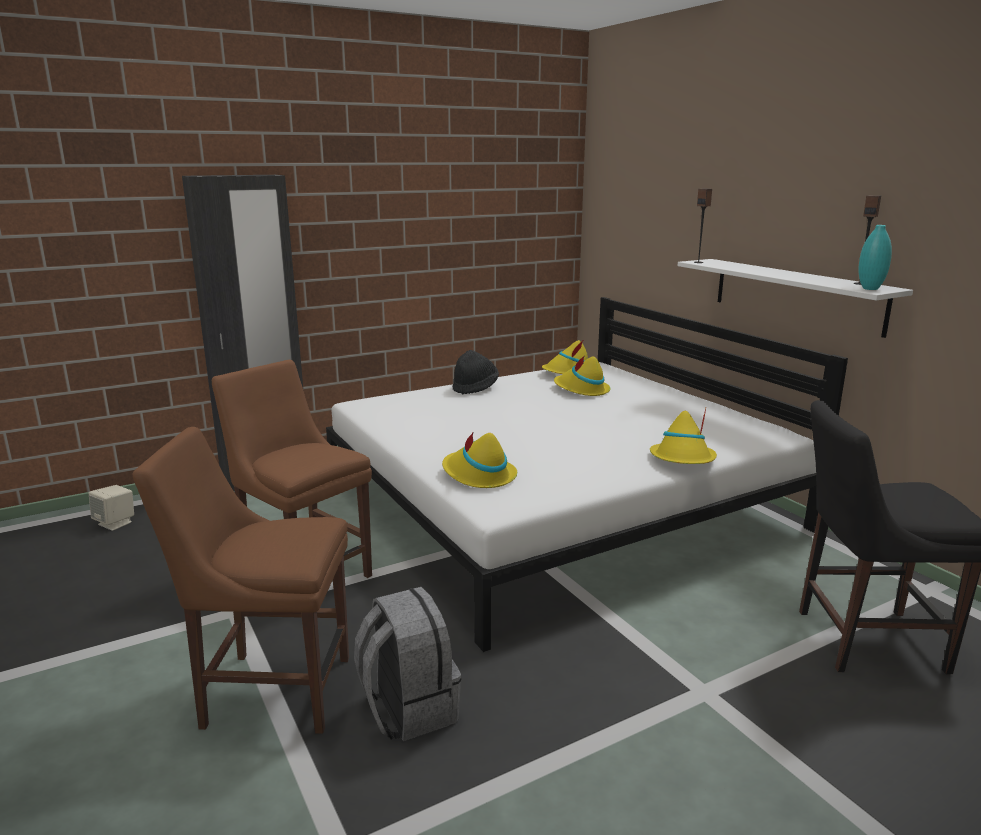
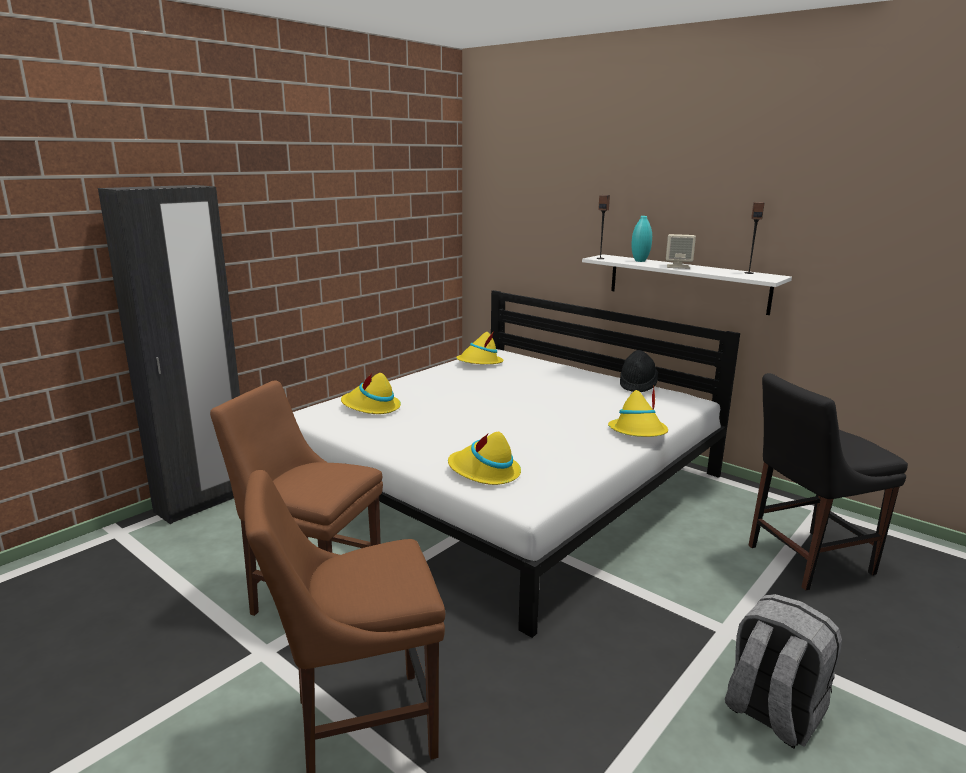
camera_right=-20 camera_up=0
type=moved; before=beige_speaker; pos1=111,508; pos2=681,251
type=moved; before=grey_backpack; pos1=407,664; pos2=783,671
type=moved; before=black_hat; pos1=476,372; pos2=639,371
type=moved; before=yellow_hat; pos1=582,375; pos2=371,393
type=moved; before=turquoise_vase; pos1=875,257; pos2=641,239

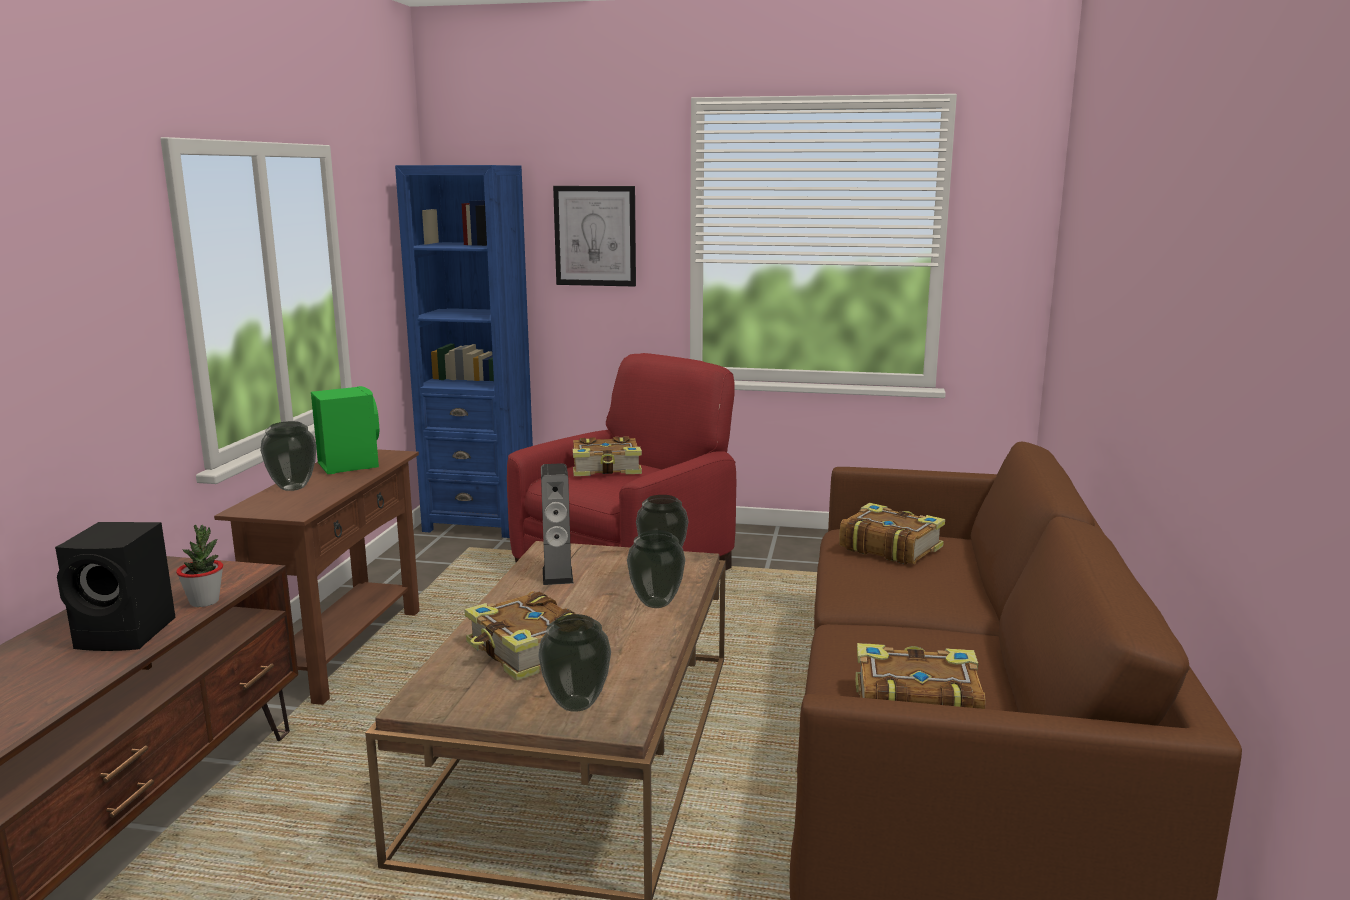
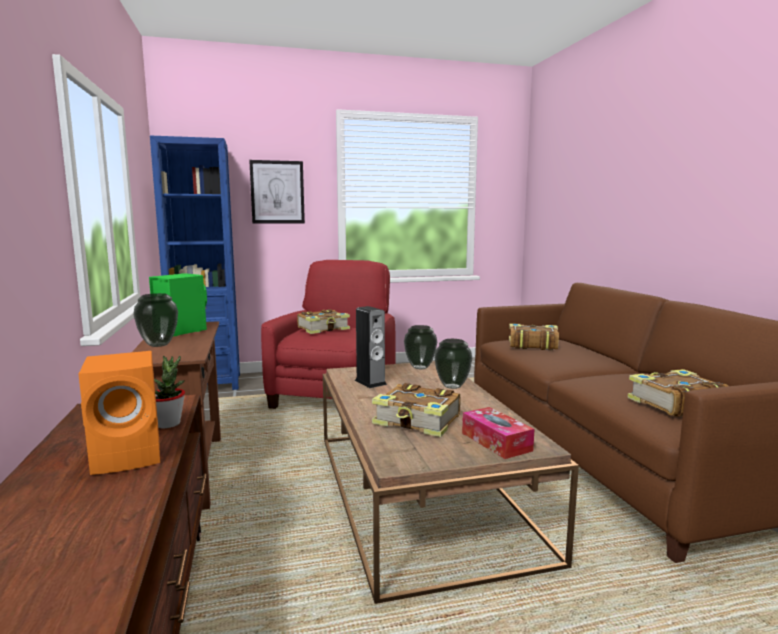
camera_right=-25 camera_up=-5
type=replaced; before=vase; after=tissue_box; pos1=574,663; pos2=498,433
type=recoloured; before=black_speaker; after=orange_speaker; pos1=115,586; pos2=119,413

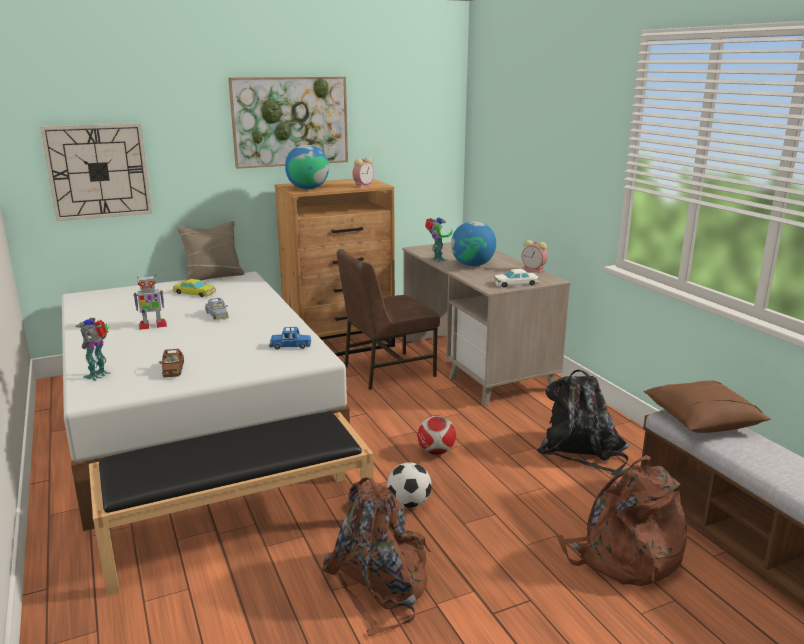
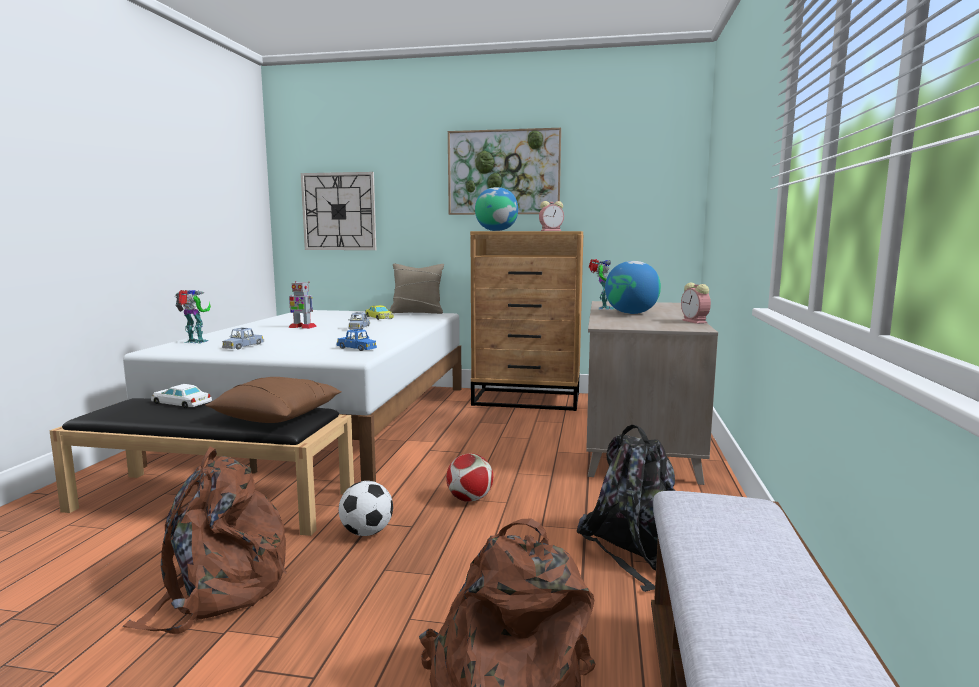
camera_right=35 camera_up=-10
type=removed; before=brown_chair; pos1=388,319
type=moved; before=white_toy_car; pos1=516,278; pos2=181,396
type=moved; before=brown_pillow; pos1=707,406; pos2=273,400
type=recoloured; before=brown_toy_car; after=blue_toy_car; pos1=171,363; pos2=243,339
type=turned; before=toy_robot; pos1=92,349; pos2=193,316; turn=45

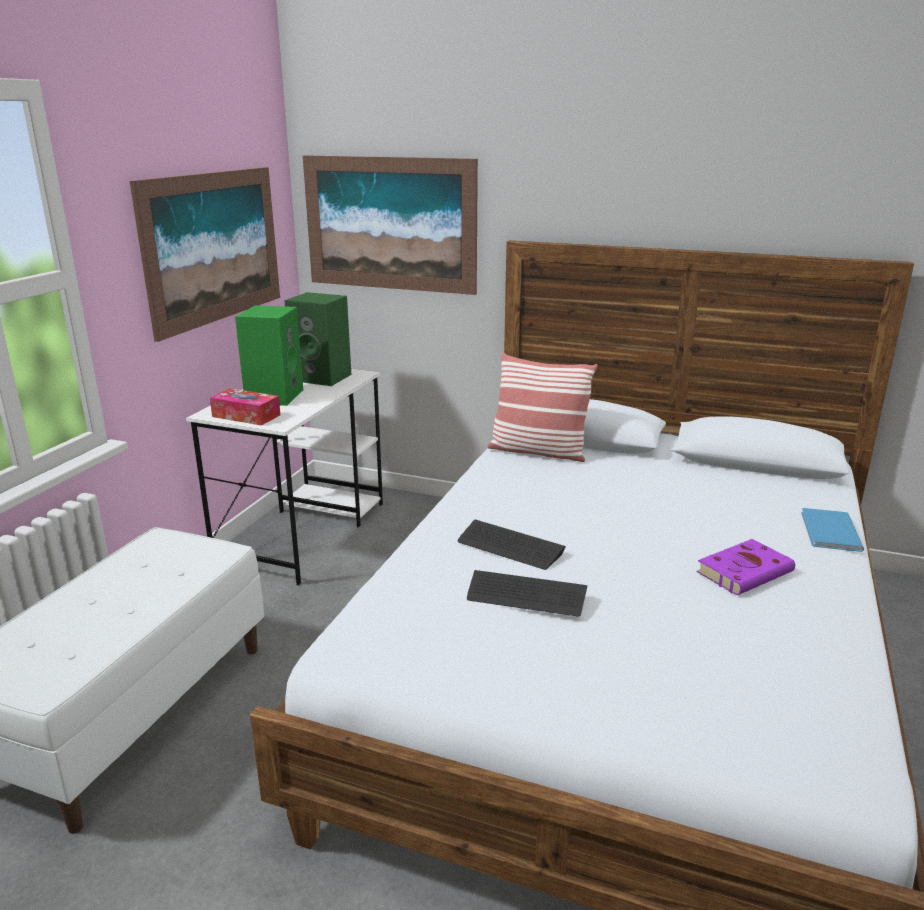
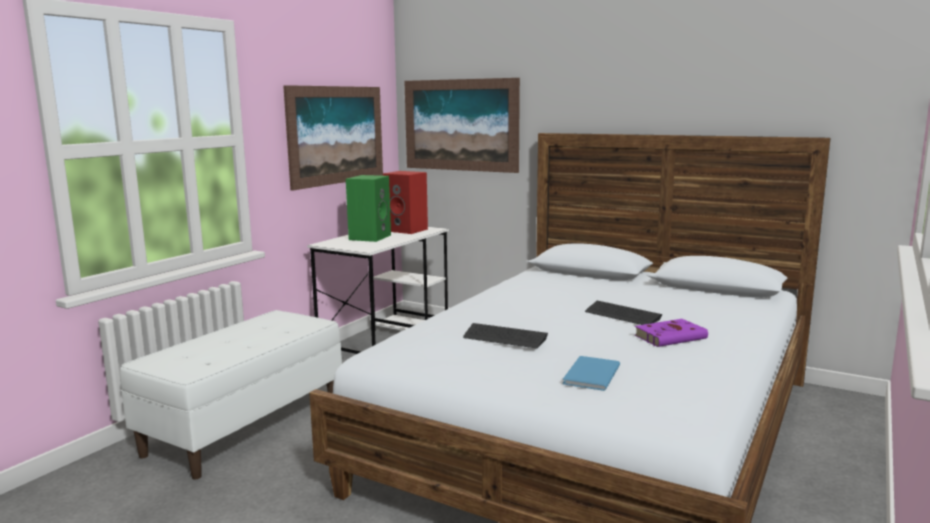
camera_right=10 camera_up=-10
type=removed; before=tissue_box; pos1=245,407
type=removed; before=pillow; pos1=542,407
type=moved; before=keyboard; pos1=511,545; pos2=623,312
type=moved; before=blue_book; pos1=832,530; pos2=591,373
type=recoloured; before=green_speaker; after=red_speaker; pos1=317,339; pos2=405,202

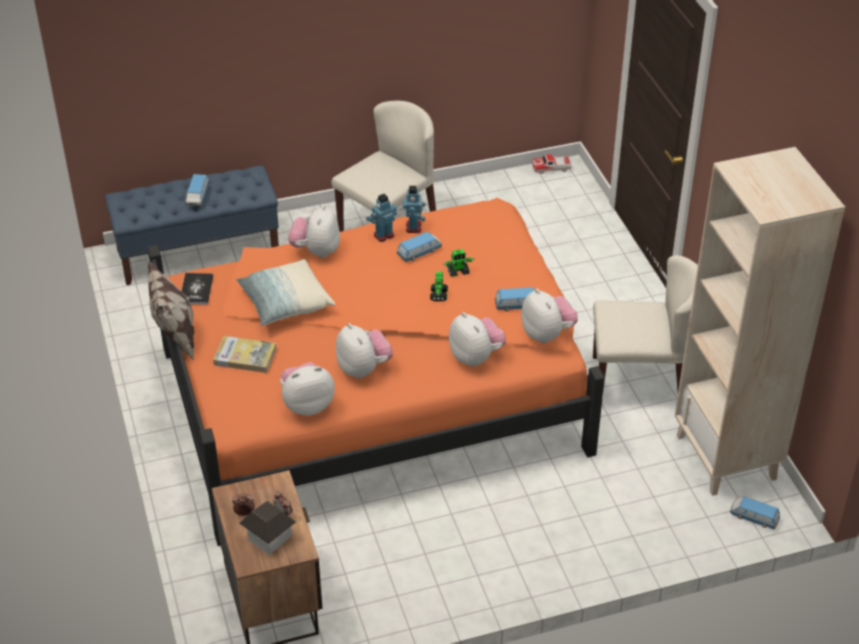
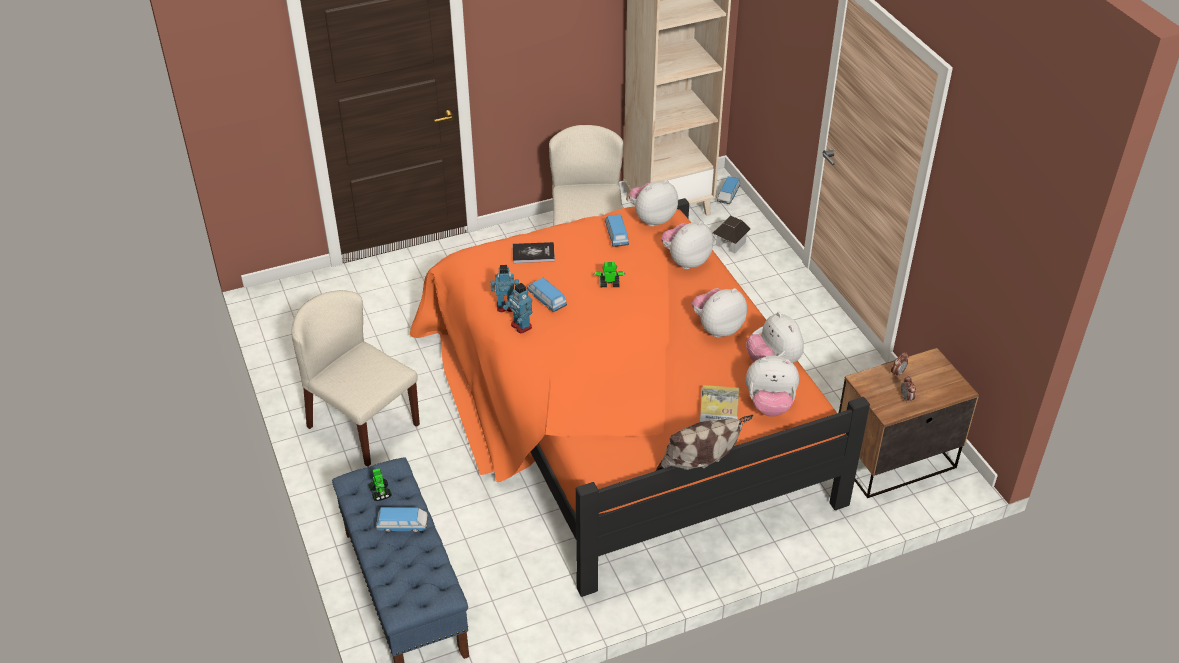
camera_right=-95 camera_up=0
type=removed; before=pillow; pos1=286,292
type=removed; before=toy_car; pos1=551,164
type=moved; before=book; pos1=197,289; pos2=533,252
type=moved; before=toy_house; pos1=267,528; pos2=731,234
type=moved; before=plush_toy; pos1=314,231; pos2=772,386
type=moved; before=toy_robot; pos1=458,263; pos2=380,484

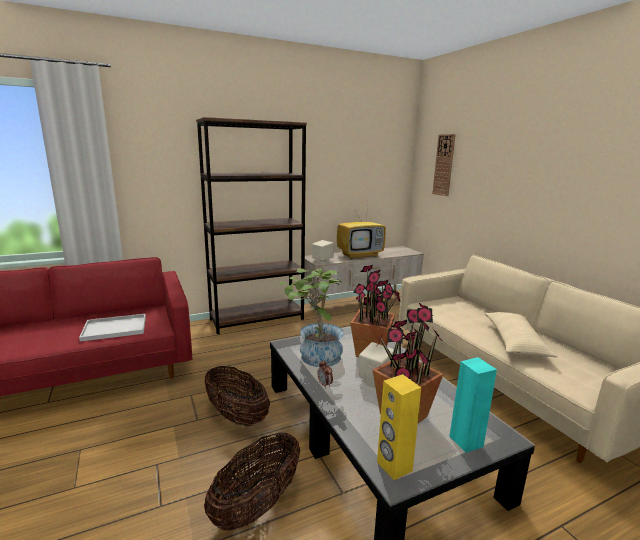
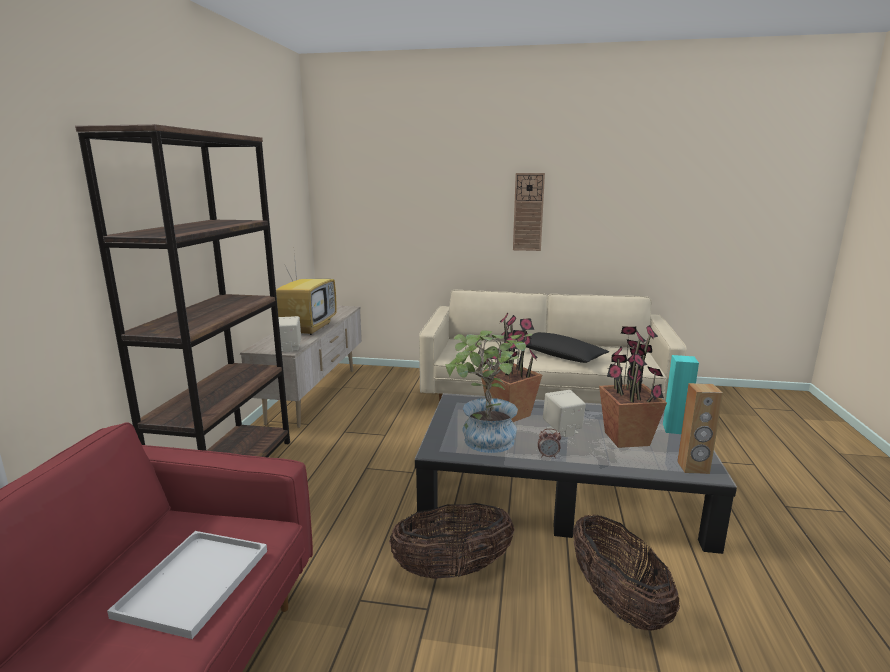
camera_right=-55 camera_up=0
type=moved; before=wall_clock; pos1=444,165; pos2=529,212
type=recoloured; before=yellow_speaker; after=brown_speaker; pos1=399,427; pos2=700,428
type=recoloured; before=beige_pillow; after=black_pillow; pos1=521,334; pos2=567,347

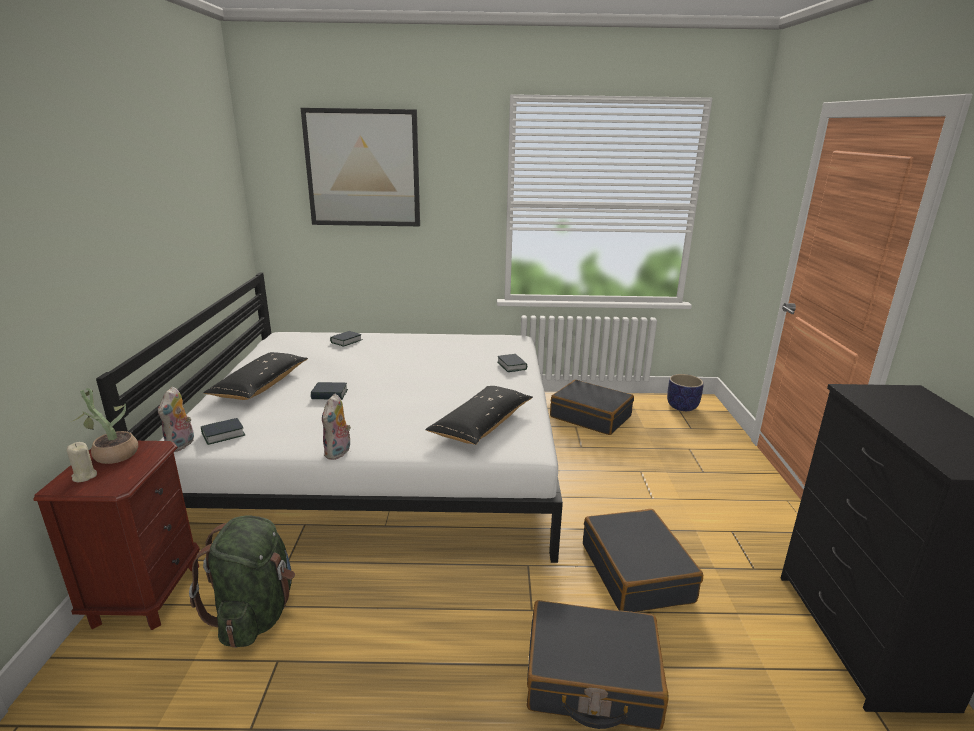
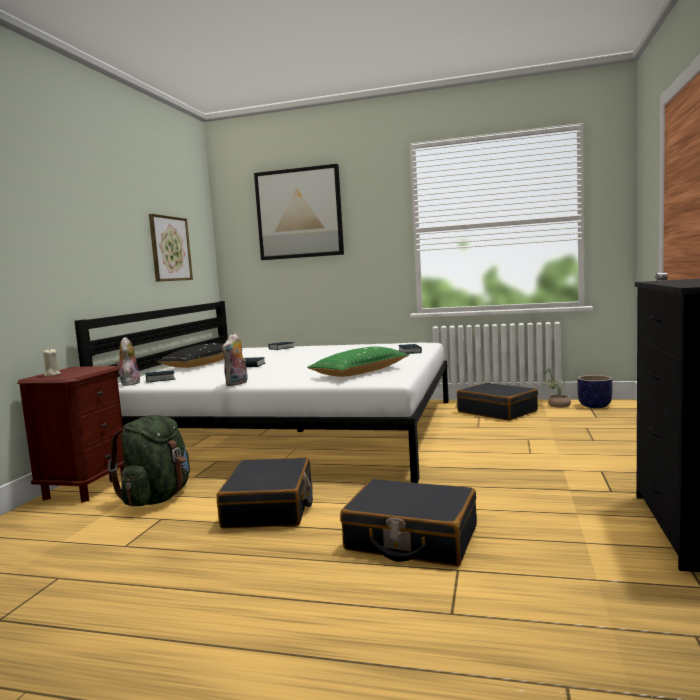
camera_right=15 camera_up=-15
type=added; after=picture; pos2=171,248
type=moved; before=potted_plant; pos1=104,426; pos2=556,388
type=moved; before=black_suitcase; pos1=643,560; pos2=265,492
type=recoloured; before=black_pillow; after=green_pillow; pos1=479,415; pos2=358,361
type=turned; before=plush_toy; pos1=176,419; pos2=127,361; turn=150

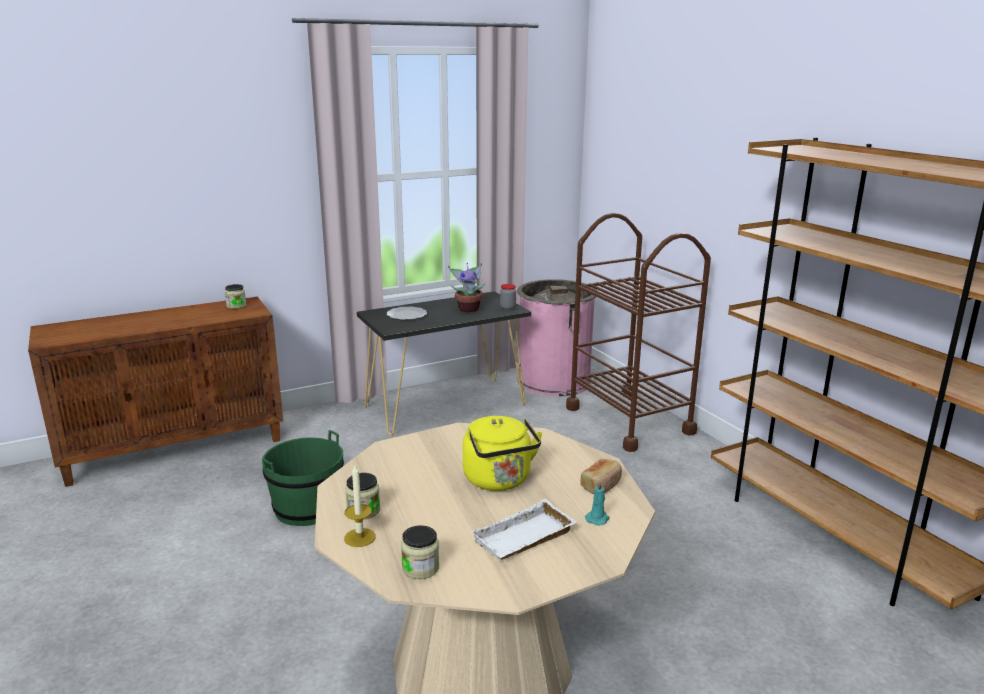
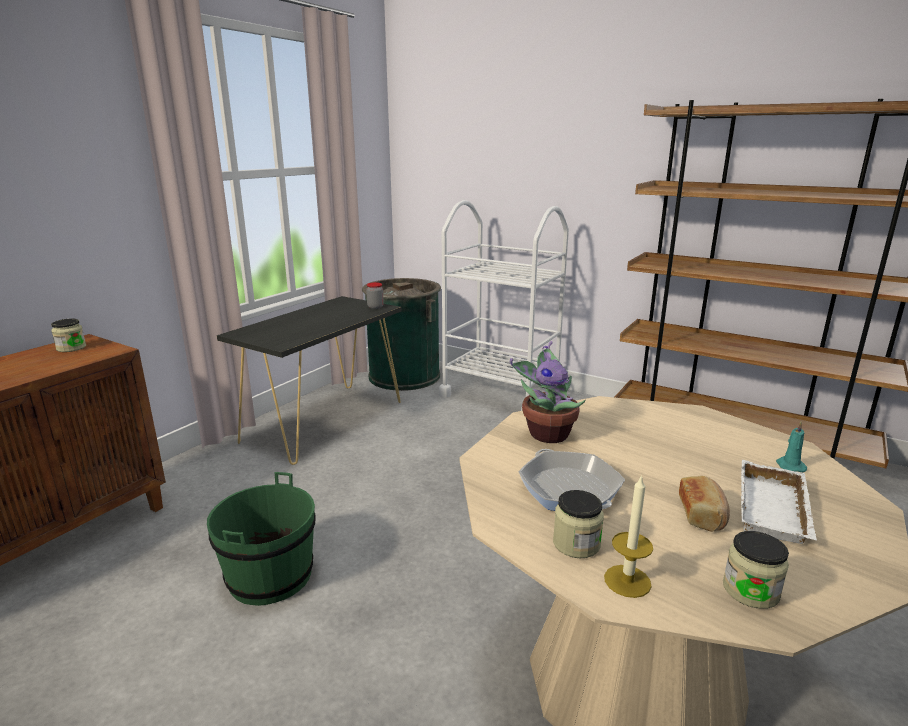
camera_right=-30 camera_up=0
type=removed; before=plate; pos1=407,313
type=removed; before=yellow_kettle; pos1=503,453
type=added; after=frying_pan; pos2=572,480
type=moved; before=potted_plant; pos1=467,287; pos2=548,392
type=moved; before=bread; pos1=601,476; pos2=704,504
type=recoloured; before=pink_trash_can; after=green_trash_can; pos1=556,338; pos2=401,334
type=recoloured; before=brown_cart; after=white_cart; pos1=638,332; pos2=504,305

